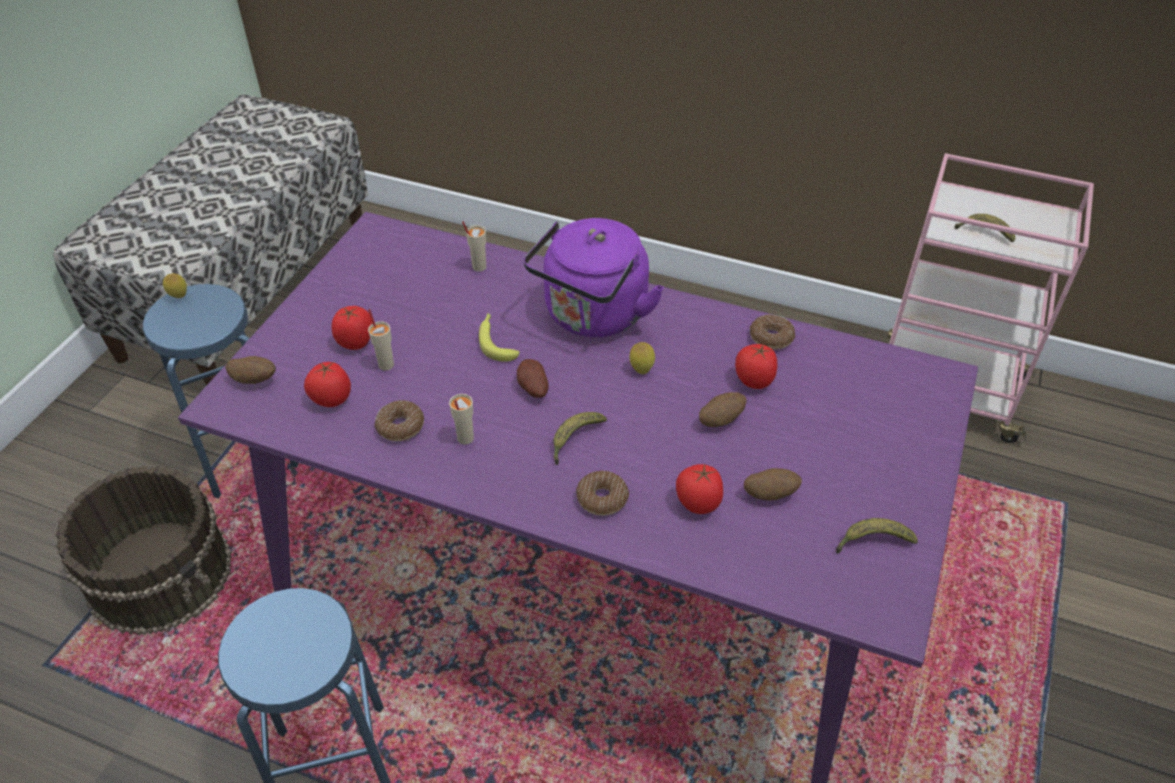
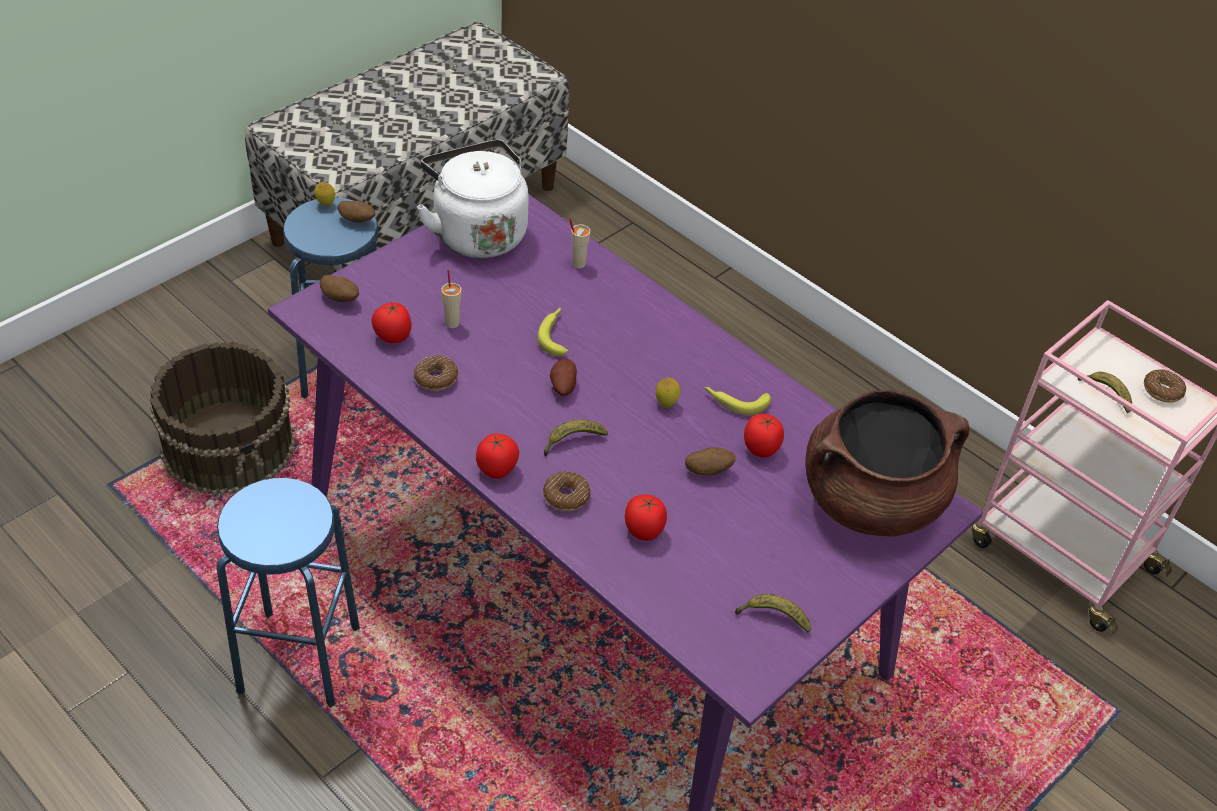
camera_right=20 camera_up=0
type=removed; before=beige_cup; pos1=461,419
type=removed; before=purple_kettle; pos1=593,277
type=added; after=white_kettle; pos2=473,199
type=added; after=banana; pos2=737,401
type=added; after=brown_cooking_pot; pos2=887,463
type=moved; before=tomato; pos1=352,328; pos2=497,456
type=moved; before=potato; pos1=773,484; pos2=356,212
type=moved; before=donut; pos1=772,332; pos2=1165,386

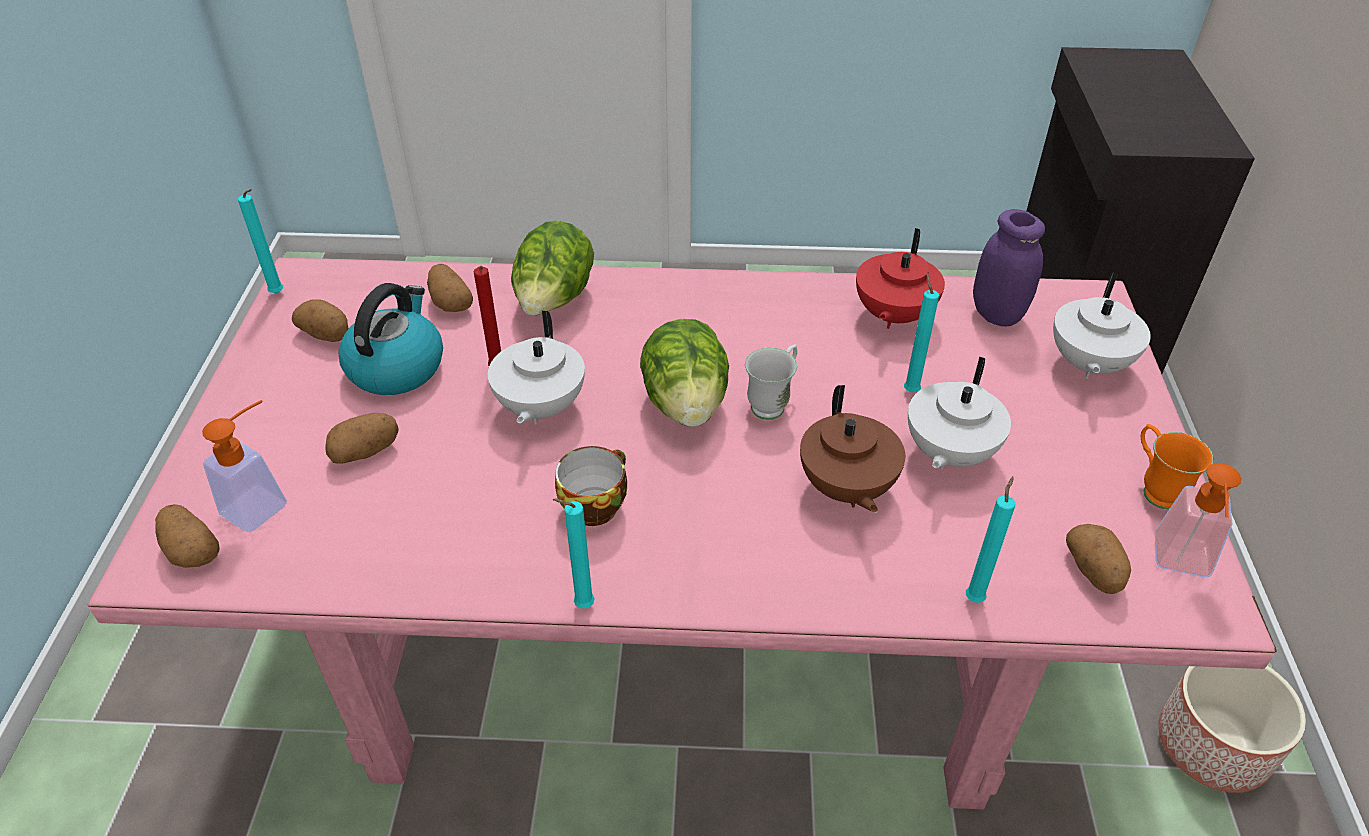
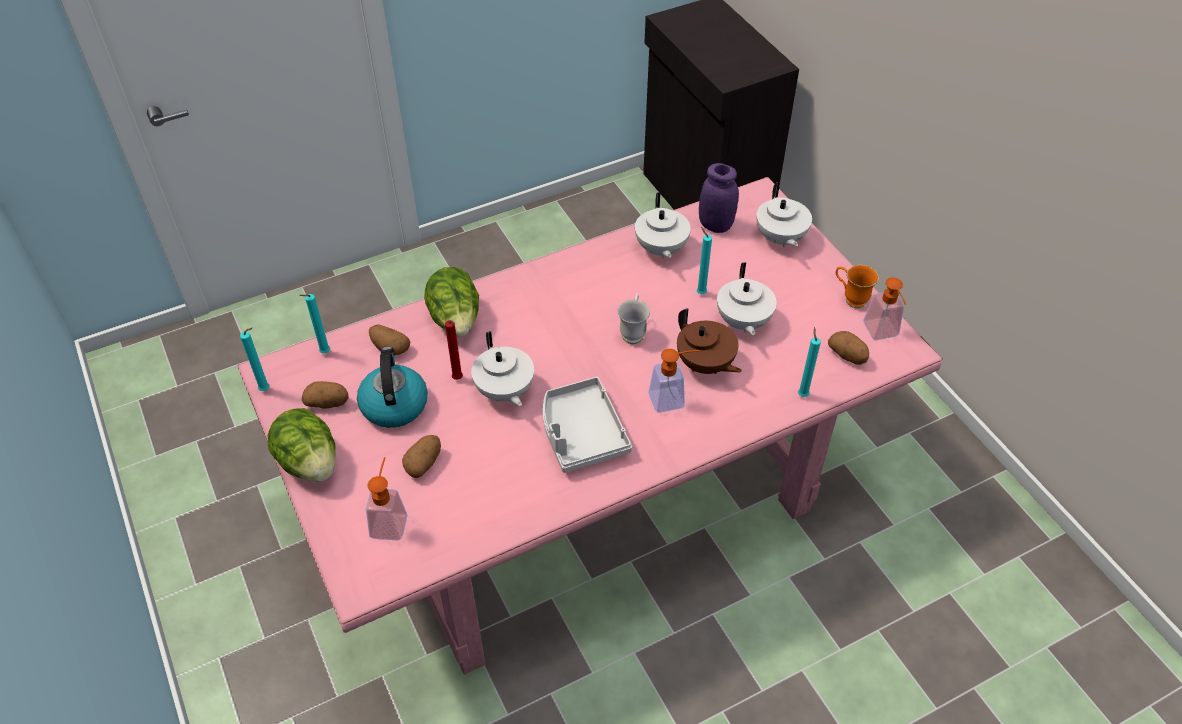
camera_right=-30 camera_up=5
type=removed; before=potato; pos1=187,536
type=removed; before=planter; pos1=1232,729
type=added; after=soap_dispenser; pos2=674,381
type=moved; before=turquoise_candle; pos1=574,553; pos2=315,324
type=moved; before=lettuce; pos1=684,373; pos2=302,445
type=replaced; before=cup; after=grey_tray; pos1=591,486; pos2=587,425
type=recoloured; before=red_teapot; after=white_teapot; pos1=900,278; pos2=663,225

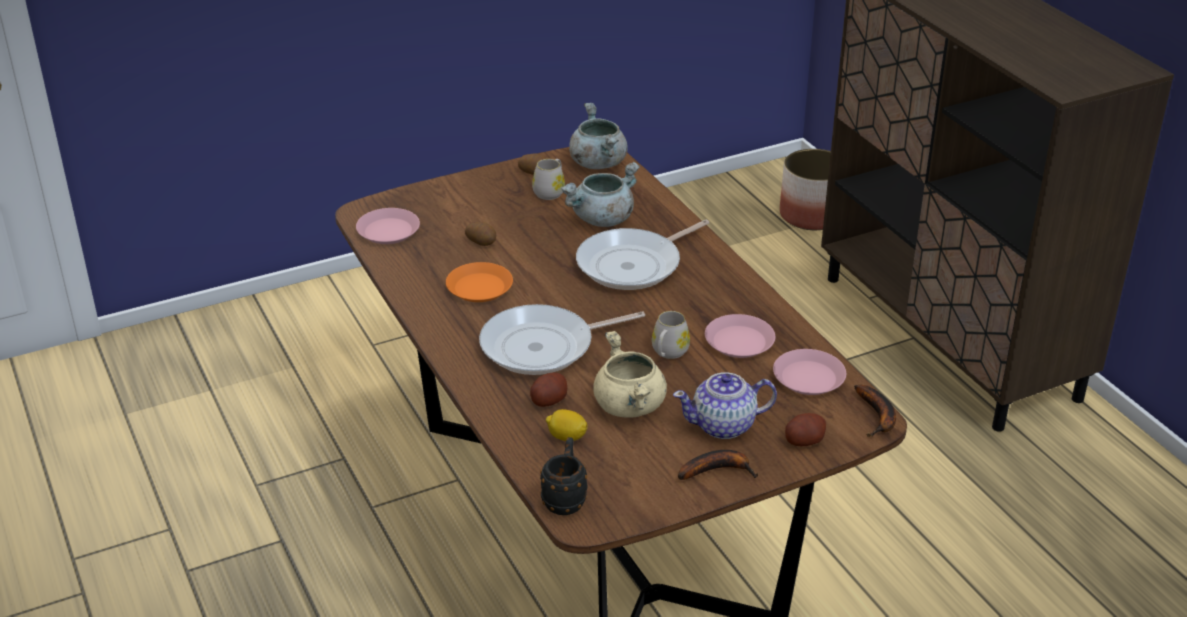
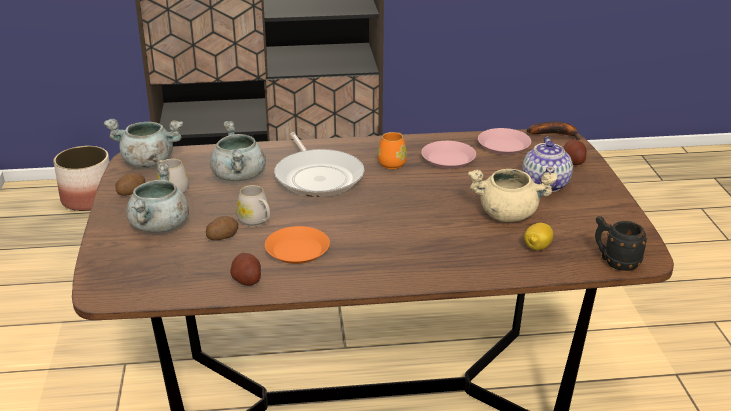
camera_right=-70 camera_up=-5
type=removed; before=pink_plate; pos1=388,226
type=removed; before=frying_pan; pos1=562,339
type=removed; before=banana; pos1=718,465
type=added; after=grey_cooking_pot; pos2=157,197
type=added; after=orange_mug; pos2=392,150
type=moved; before=potato; pos1=548,390; pos2=245,269
type=moved; before=white_mug; pos1=671,335; pos2=253,206

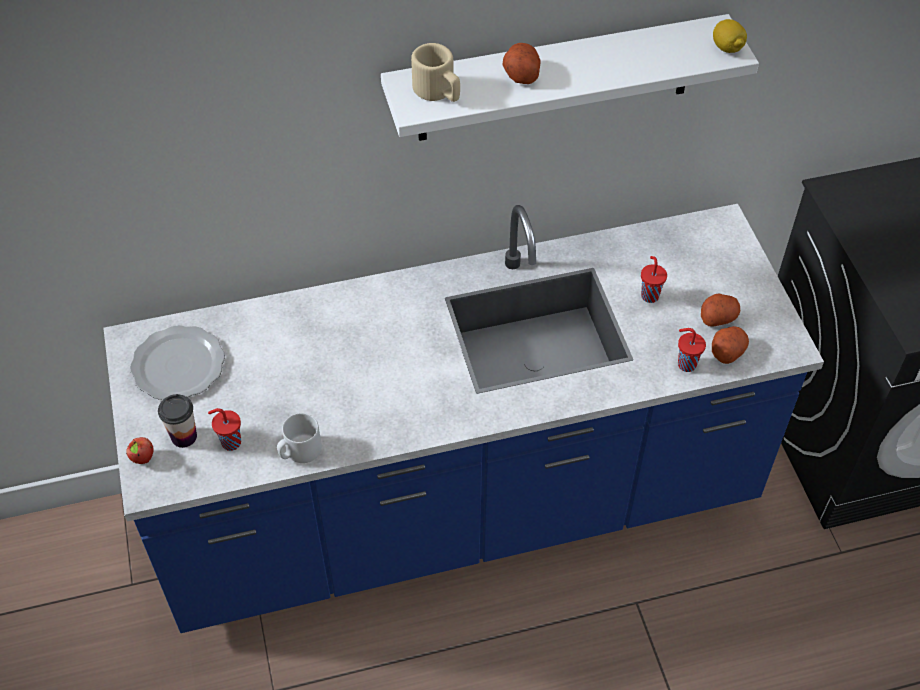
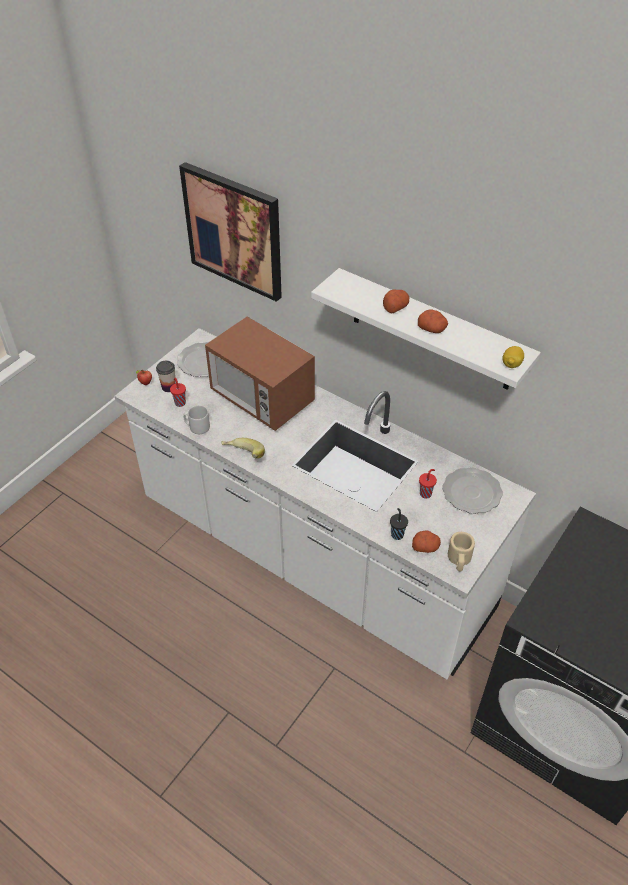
camera_right=50 camera_up=-5
type=added; after=picture; pos2=230,232
type=added; after=microwave; pos2=260,374
type=added; after=banana; pos2=243,448
type=added; after=plate; pos2=472,490
type=moved; before=beige_mug; pos1=435,72; pos2=461,551
type=moved; before=potato; pos1=720,310; pos2=433,321
type=recoloured; before=blue_counter; after=white_counter; pos1=463,418; pos2=325,503
type=recoloured; before=red_cup; after=black_cup; pos1=692,350; pos2=399,524

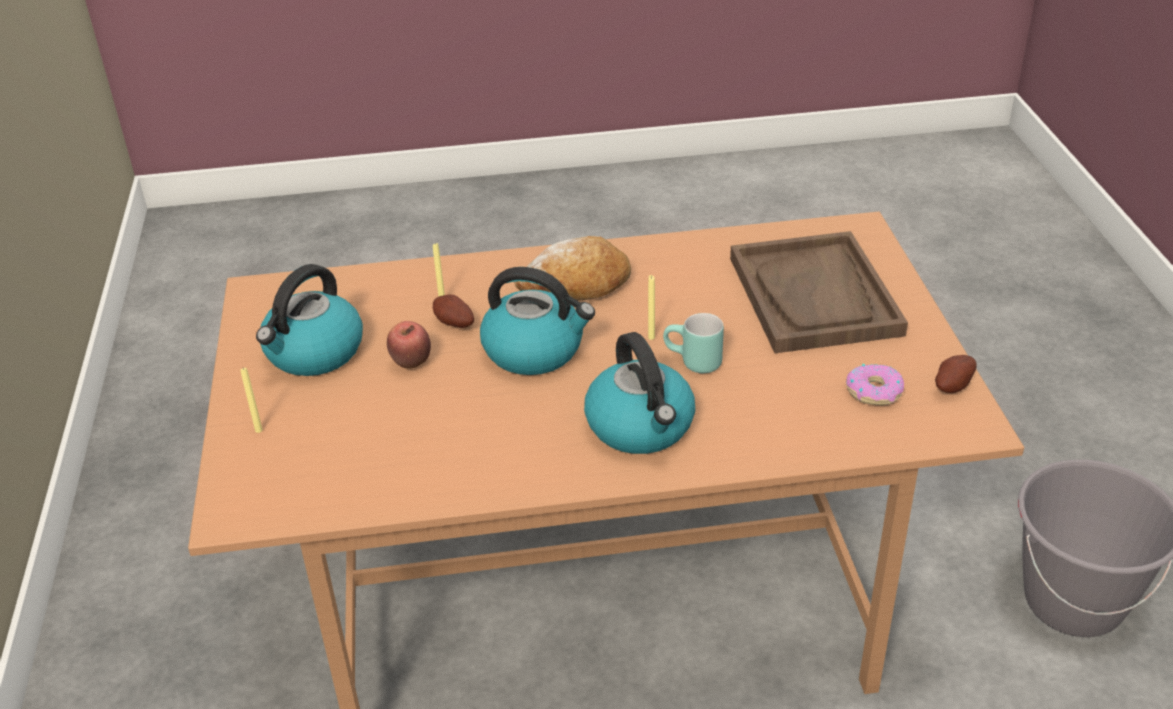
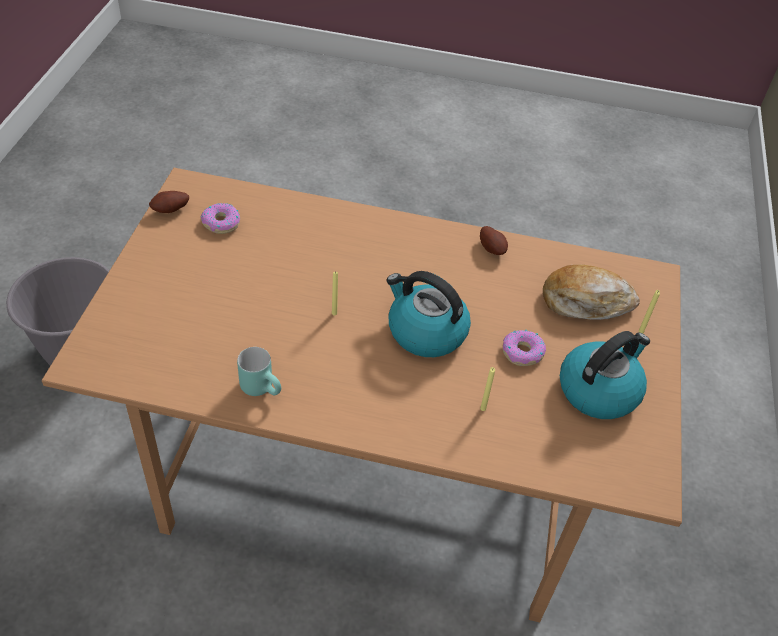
camera_right=-165 camera_up=10
type=removed; before=kettle; pos1=639,393
type=removed; before=brown_tray; pos1=819,292
type=moved; before=potato; pos1=453,311; pos2=494,240
type=moved; before=bread; pos1=572,268; pos2=591,292
type=moved; before=turquoise_mug; pos1=693,343; pos2=259,371
type=replaced; before=apple; after=donut; pos1=409,345; pos2=524,348

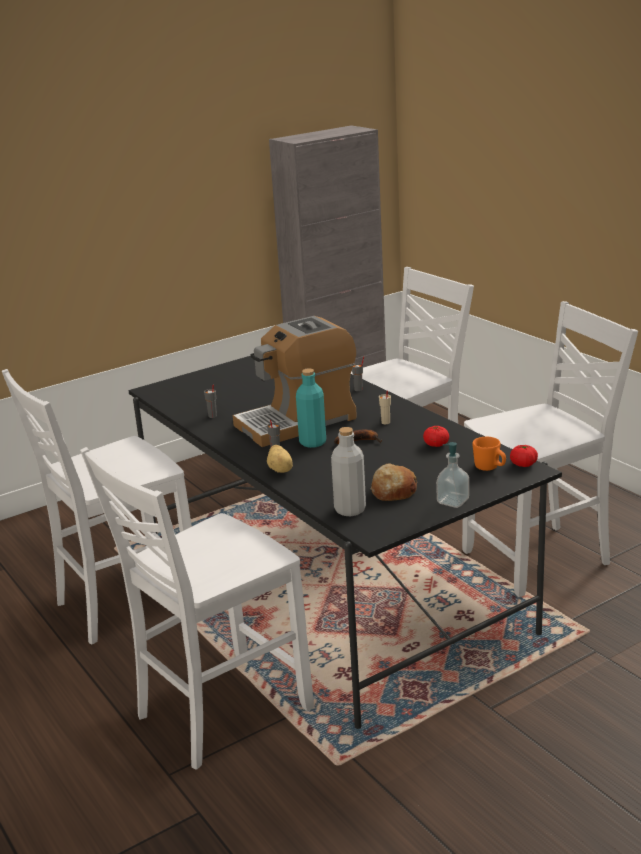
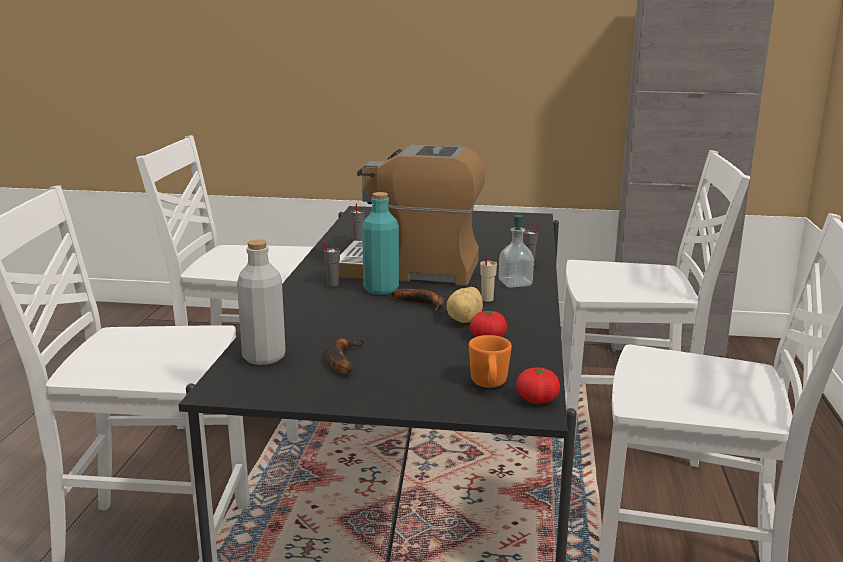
camera_right=40 camera_up=-5
type=moved; before=potato; pos1=280,459; pos2=465,305
type=moved; before=soap_dispenser; pos1=452,475; pos2=516,251
type=replaced; before=bread; after=banana; pos1=394,482; pos2=346,356

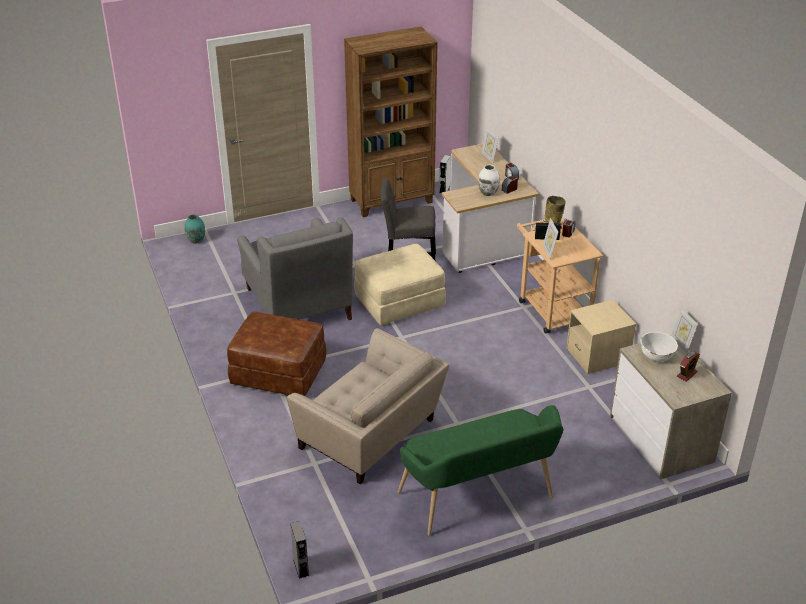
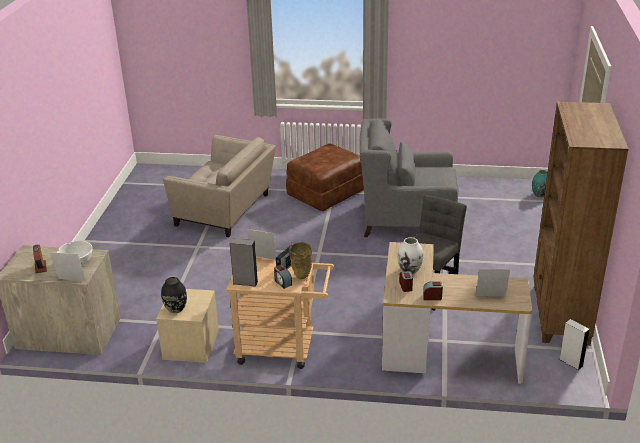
camera_right=120 camera_up=-5
type=removed; before=beige_ottoman; pos1=400,284
type=removed; before=green_bench; pos1=480,470
type=added; after=black_vase; pos2=174,295
type=moved; before=grey_speaker; pos1=299,550; pos2=244,262
type=turned; before=beige_armchair; pos1=368,406; pos2=219,186; turn=-135

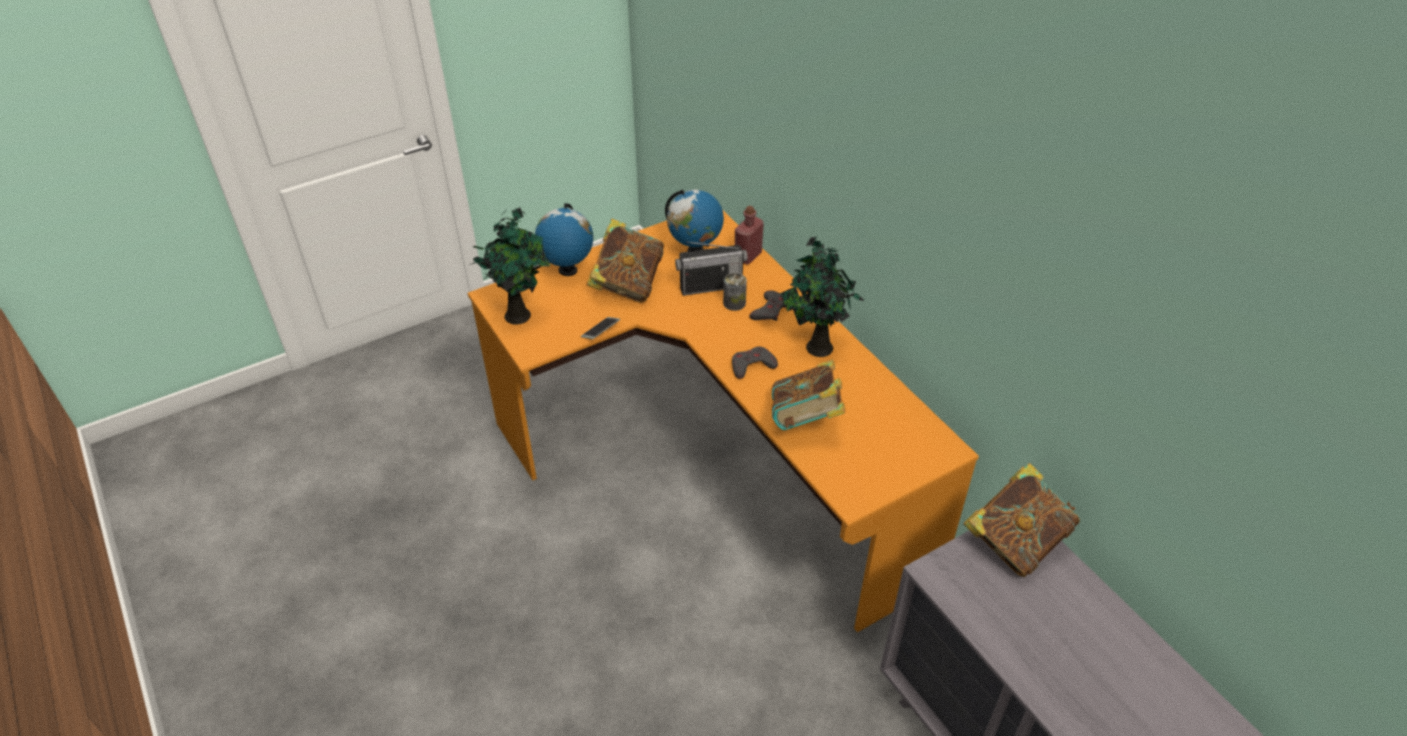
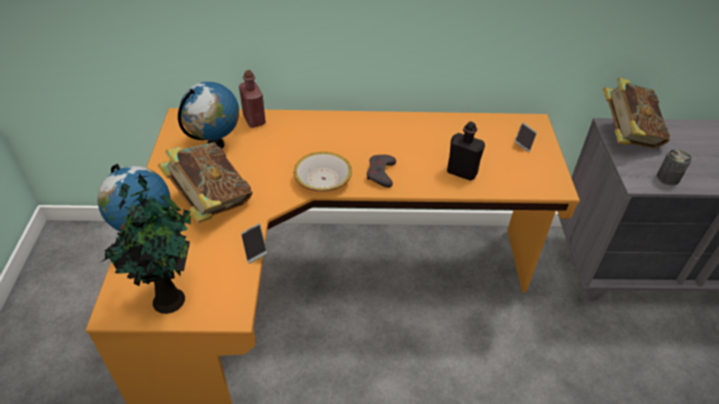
camera_right=-60 camera_up=0
type=removed; before=radio; pos1=711,269
type=removed; before=grey_game_controller; pos1=767,306
type=removed; before=potted_plant; pos1=822,297
type=added; after=bowl; pos2=323,172
type=added; after=phone; pos2=526,137
type=moved; before=can; pos1=735,292; pos2=674,167
type=replaced; before=book; after=black_bottle; pos1=809,395; pos2=466,151

